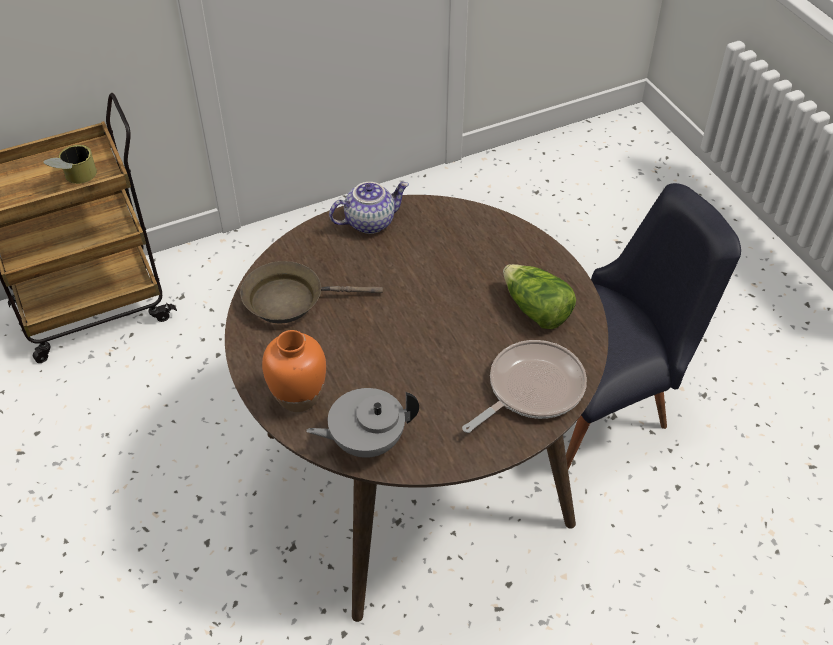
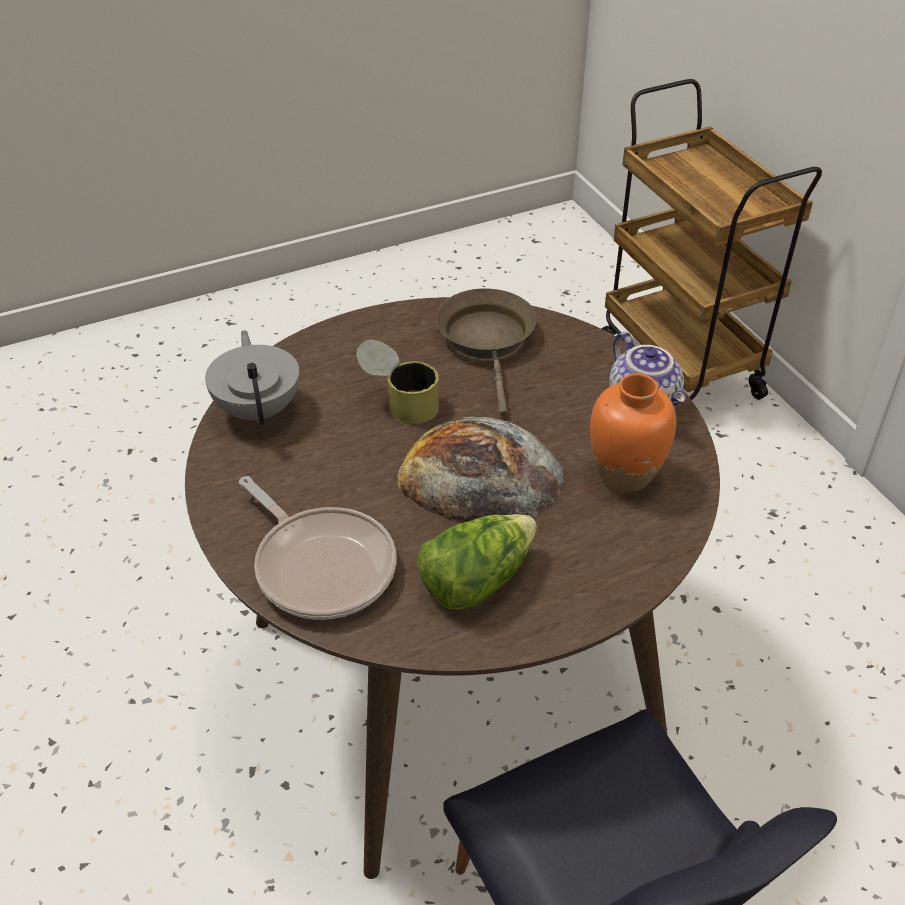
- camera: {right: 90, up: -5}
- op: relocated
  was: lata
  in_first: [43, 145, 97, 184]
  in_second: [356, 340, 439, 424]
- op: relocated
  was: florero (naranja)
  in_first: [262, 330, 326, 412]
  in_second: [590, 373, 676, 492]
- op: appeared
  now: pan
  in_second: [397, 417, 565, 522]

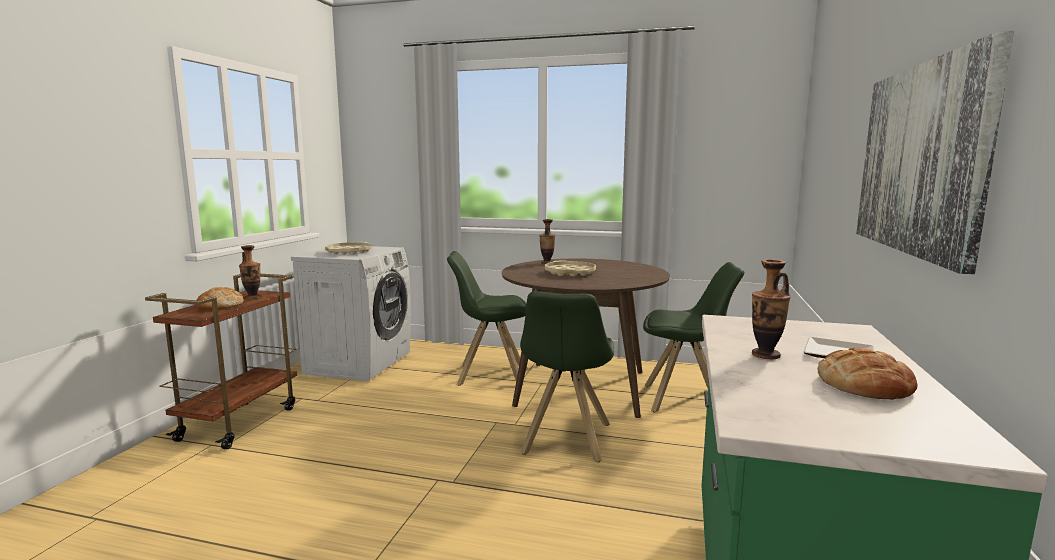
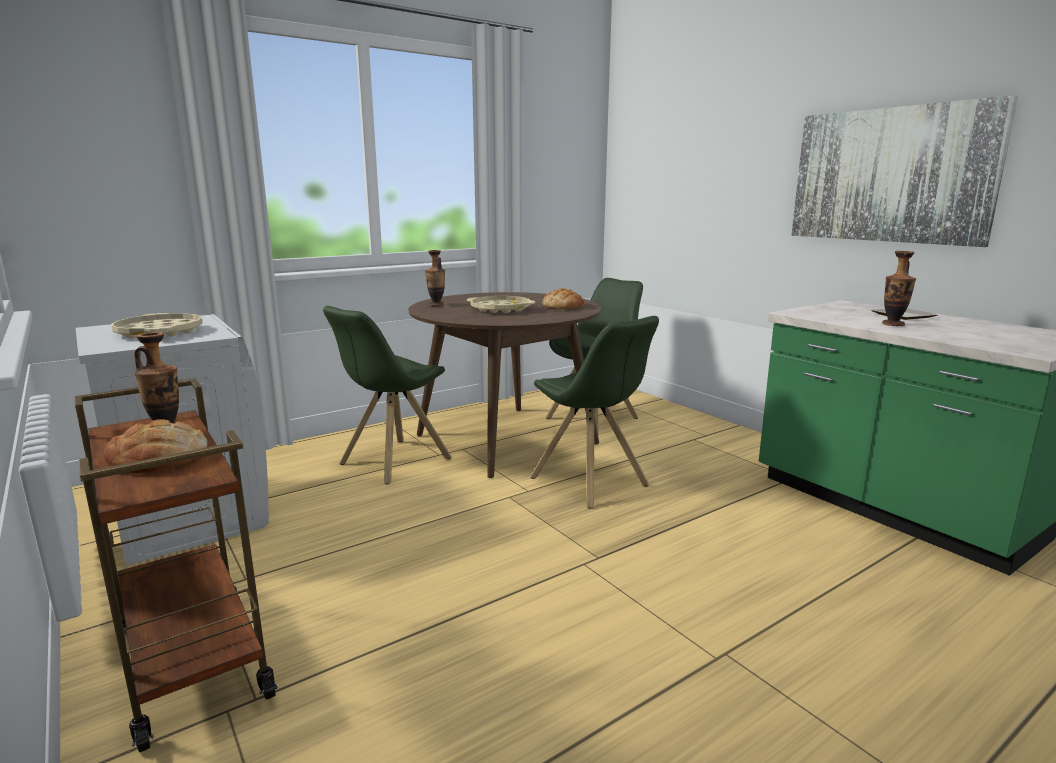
- camera: {right: -50, up: 5}
- op: relocated
  was: pan
  in_first: [818, 348, 917, 400]
  in_second: [542, 288, 585, 309]

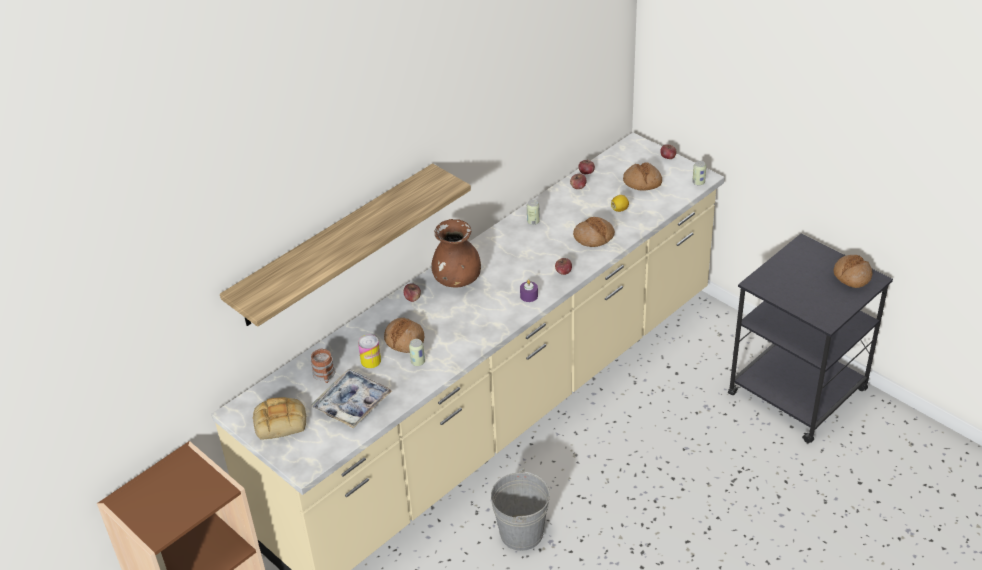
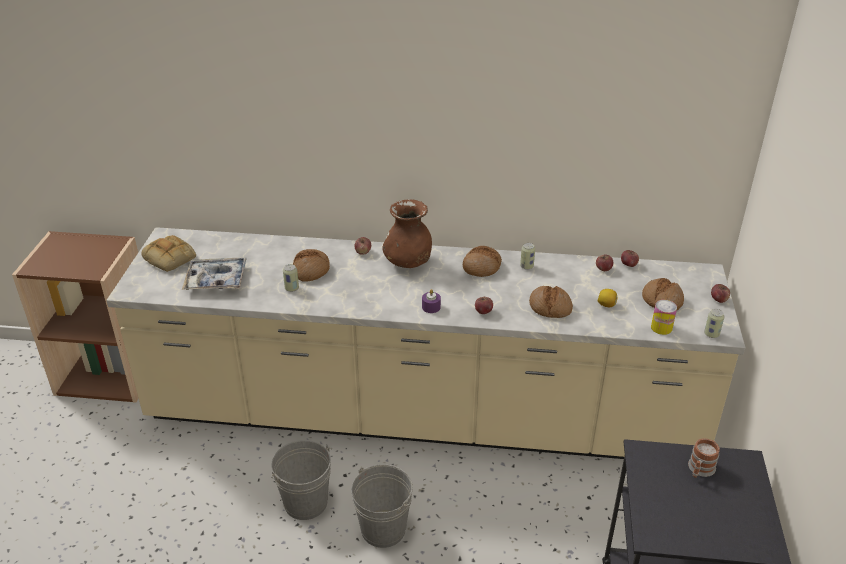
- camera: {right: 50, up: -5}
- op: missing
  was: estante
  in_first: [220, 163, 471, 327]
- op: relocated
  was: pan
  in_first: [833, 255, 873, 288]
  in_second: [463, 246, 502, 277]
- op: relocated
  was: lata
  in_first: [358, 335, 381, 368]
  in_second: [651, 300, 677, 335]
- op: relocated
  was: taza grande
  in_first: [311, 348, 336, 383]
  in_second: [688, 438, 720, 478]
- op: appeared
  now: cubo (gris)
  in_second: [351, 464, 413, 548]

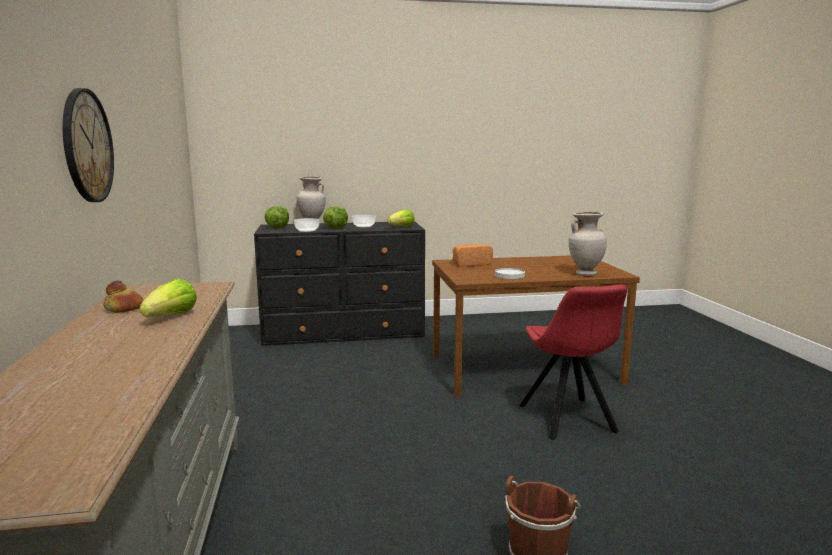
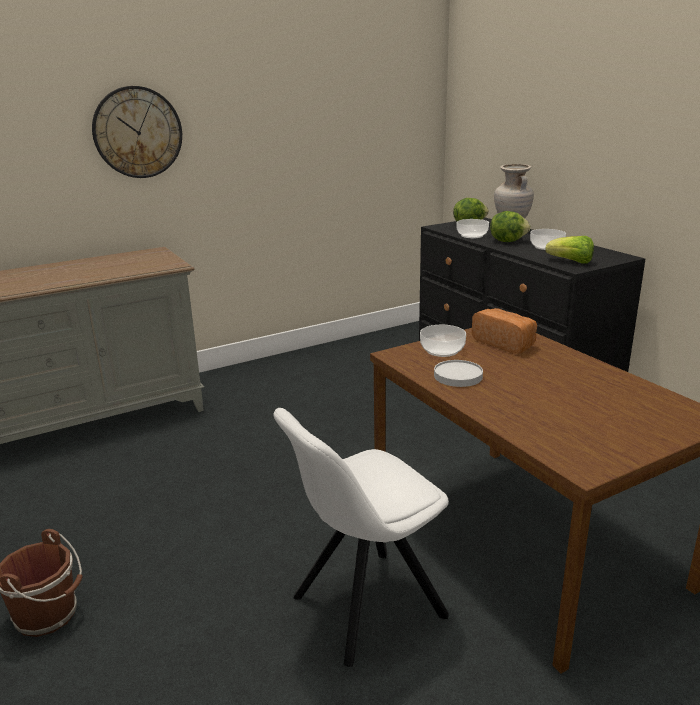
- camera: {right: 70, up: 10}
- op: missing
  was: florero (beis)
  in_first: [568, 212, 607, 276]
- op: missing
  was: lechuga
  in_first: [139, 278, 197, 317]
- op: missing
  was: pan
  in_first: [104, 280, 143, 312]
- op: colour
  was: silla (rojo)
  now: silla (blanco)
  in_first: [519, 285, 627, 440]
  in_second: [274, 408, 449, 667]
- op: appeared
  now: cuenco
  in_second: [420, 325, 466, 357]

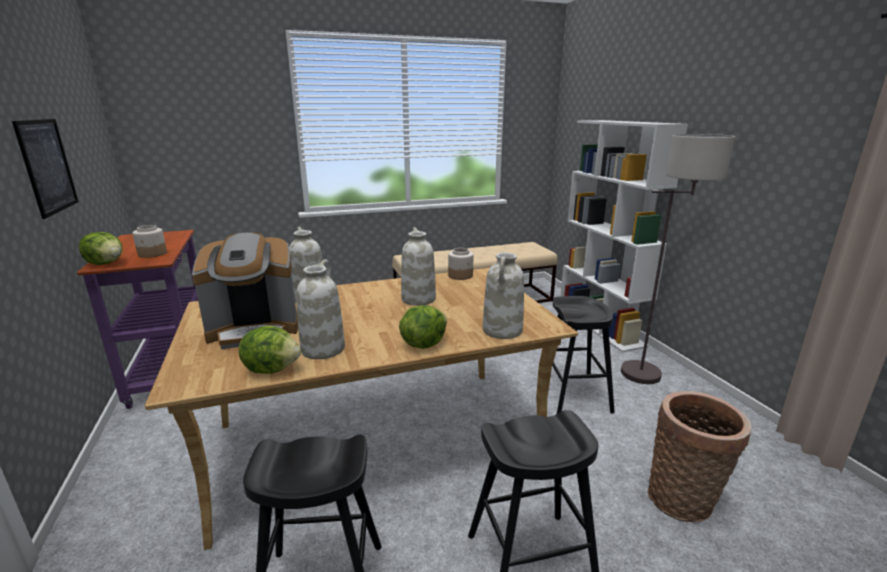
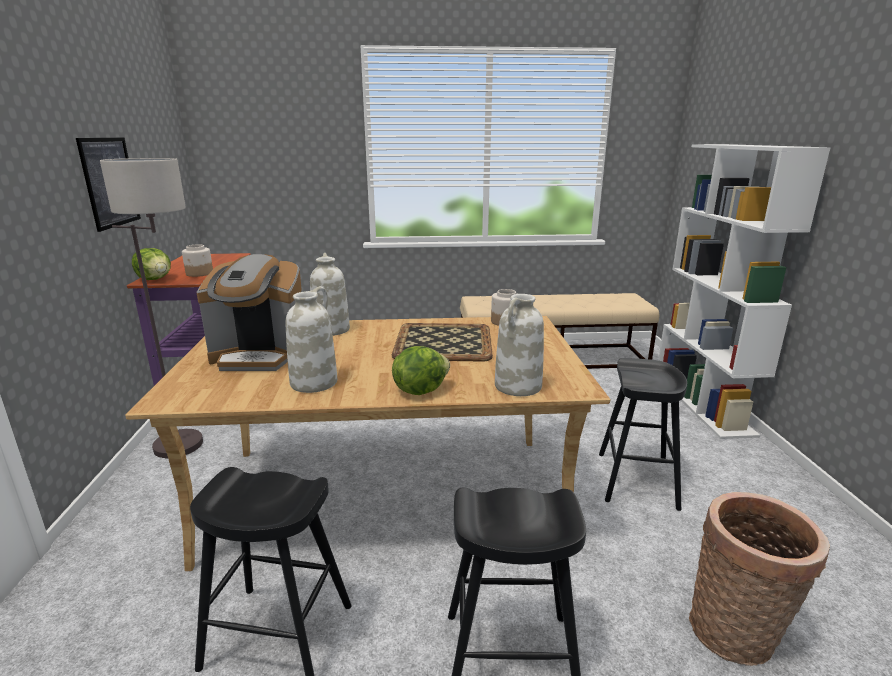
- camera: {right: 15, up: 0}
- op: relocated
  was: lámpara de pie (gris)
  in_first: [621, 134, 735, 384]
  in_second: [100, 158, 203, 458]
- op: exchanged
  was: florero (blanco)
  now: bandeja
  in_first: [401, 227, 436, 306]
  in_second: [392, 323, 493, 362]
- op: missing
  was: lechuga
  in_first: [239, 326, 301, 374]

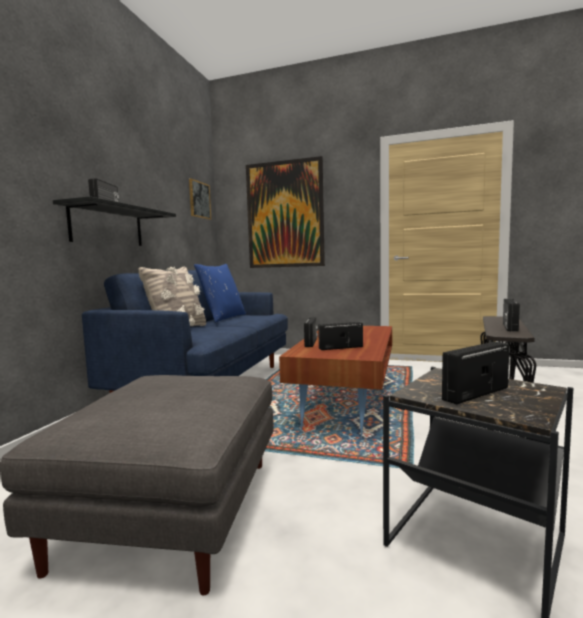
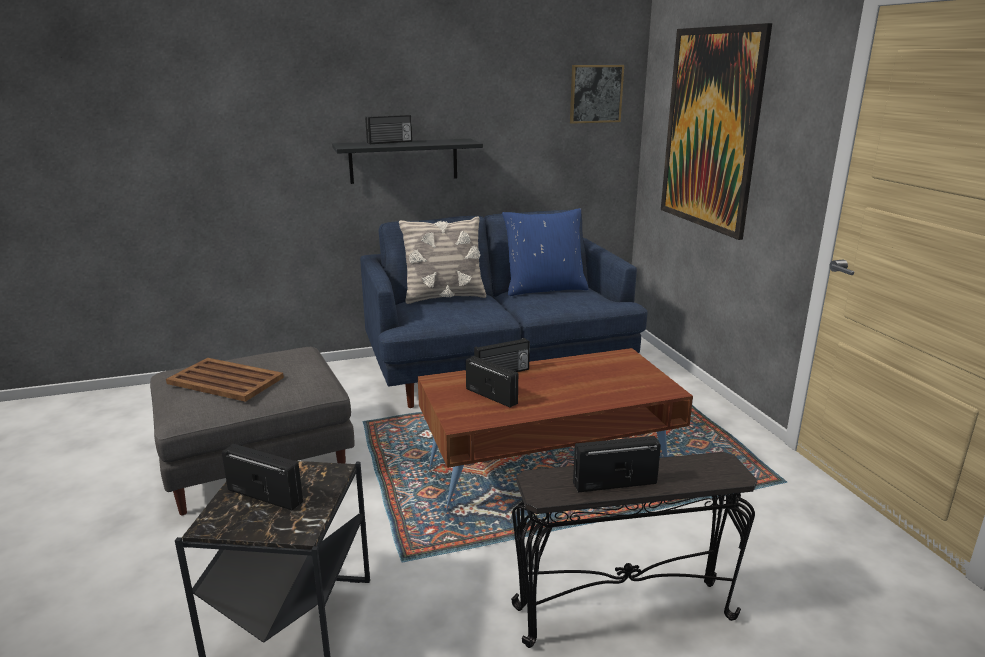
- camera: {right: 55, up: 15}
- op: appeared
  now: bandeja (marrón)
  in_second: [166, 358, 284, 402]

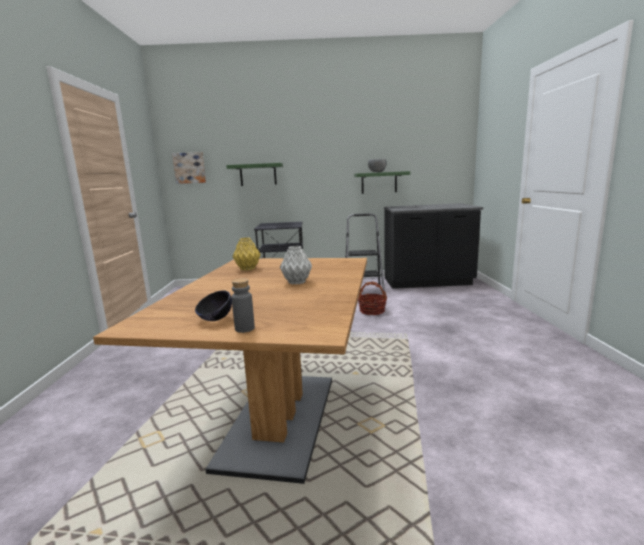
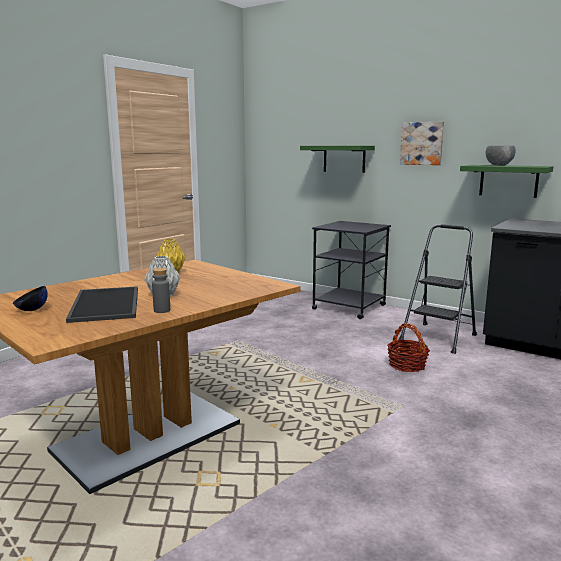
- camera: {right: 35, up: 0}
- op: relocated
  was: cuadro
  in_first: [172, 152, 206, 184]
  in_second: [400, 122, 444, 165]
- op: relocated
  was: botella (gris)
  in_first: [232, 278, 255, 333]
  in_second: [152, 268, 170, 313]
- op: appeared
  now: bandeja
  in_second: [66, 286, 138, 323]

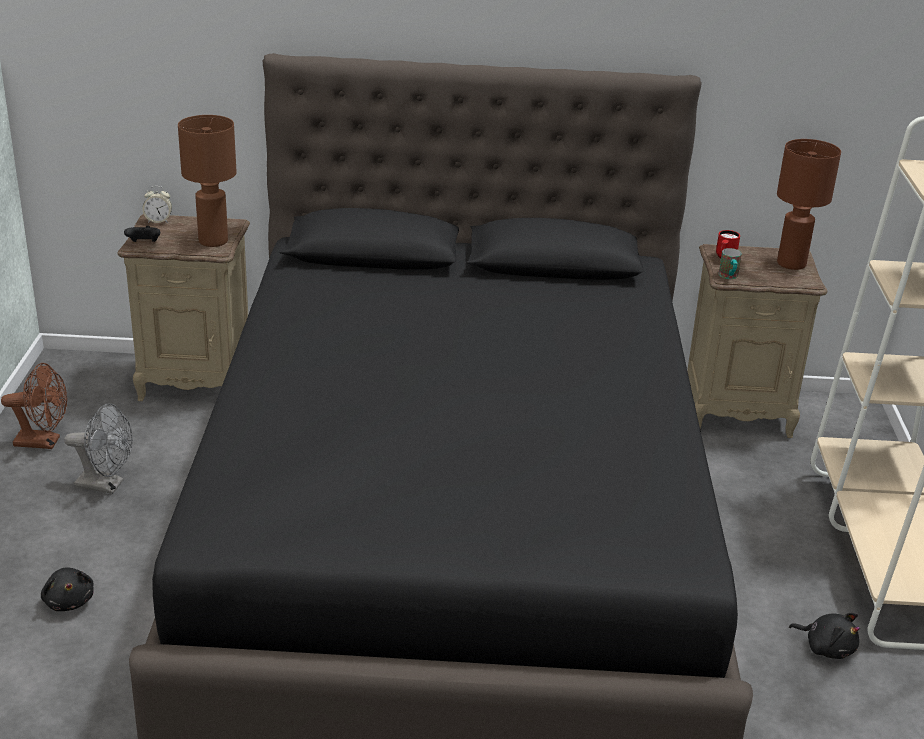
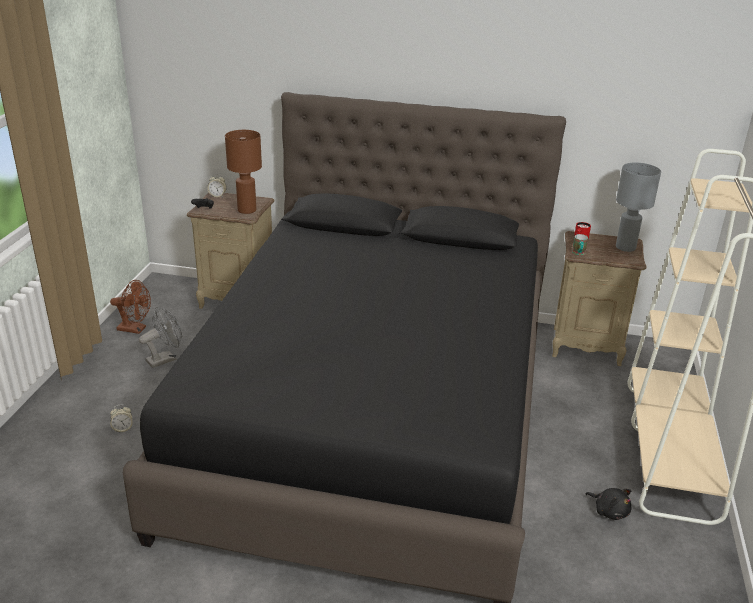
- camera: {right: 10, up: 0}
- op: colour
  was: lámpara de mesa (marrón)
  now: lámpara de mesa (gris)
  in_first: [777, 139, 841, 270]
  in_second: [616, 163, 661, 252]
- op: spun
  was: ventilador (gris)
  in_first: [64, 403, 133, 494]
  in_second: [139, 307, 182, 368]
  clockwise: -60
- op: exchanged
  was: peluche (negro)
  now: despertador
  in_first: [41, 568, 94, 611]
  in_second: [110, 405, 133, 432]

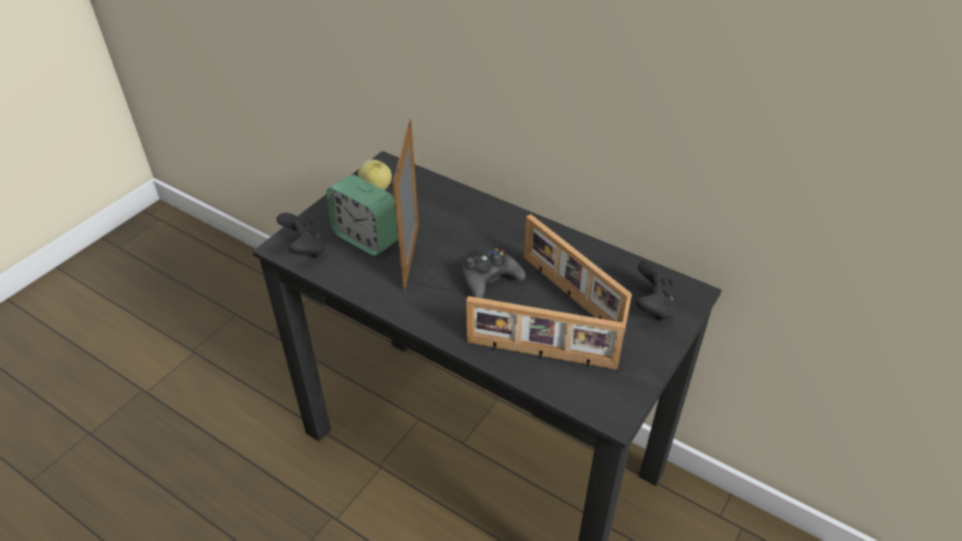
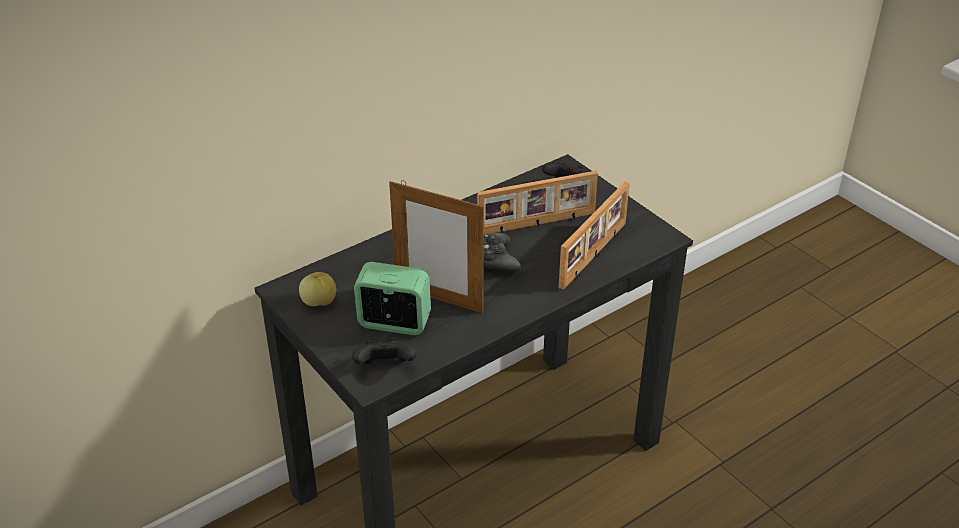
- camera: {right: -70, up: -5}
- op: spun
  was: despertador
  in_first: [327, 175, 398, 256]
  in_second: [354, 262, 431, 335]
  clockwise: -135

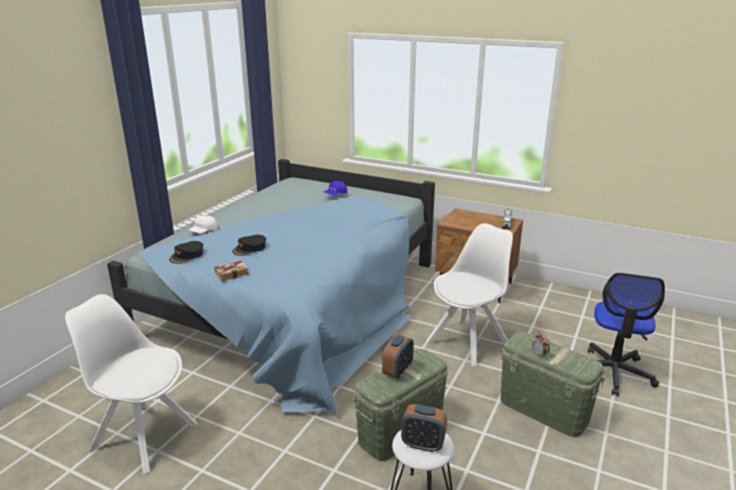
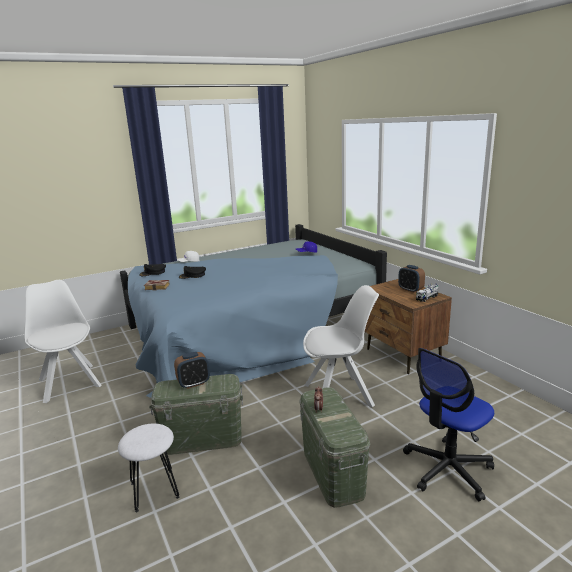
- camera: {right: 35, up: -5}
- op: relocated
  was: despertador
  in_first: [401, 404, 447, 452]
  in_second: [398, 265, 425, 293]

